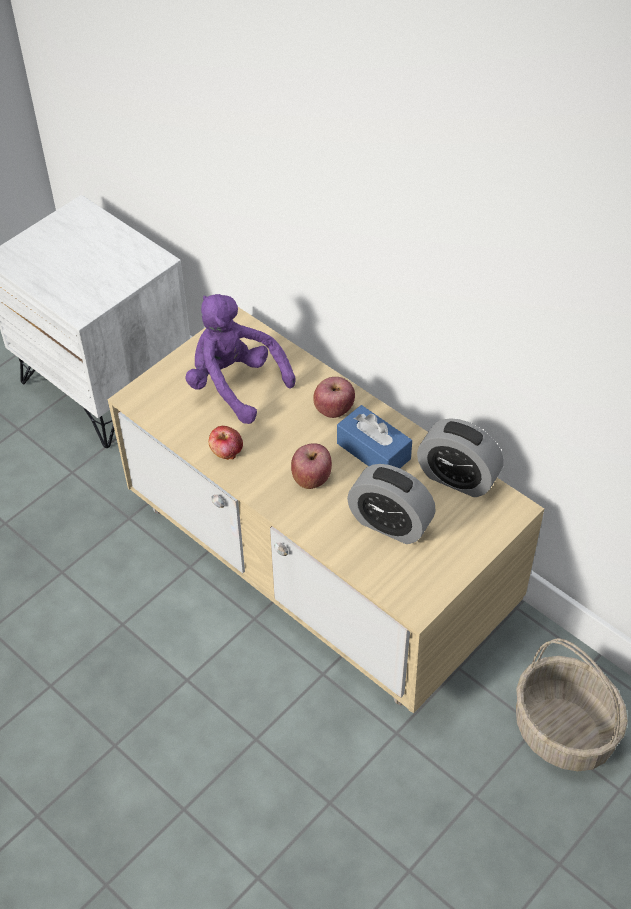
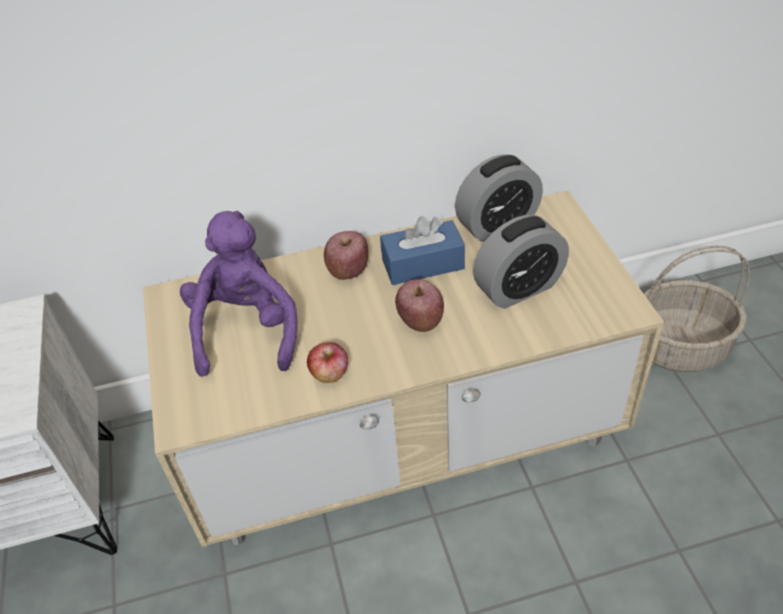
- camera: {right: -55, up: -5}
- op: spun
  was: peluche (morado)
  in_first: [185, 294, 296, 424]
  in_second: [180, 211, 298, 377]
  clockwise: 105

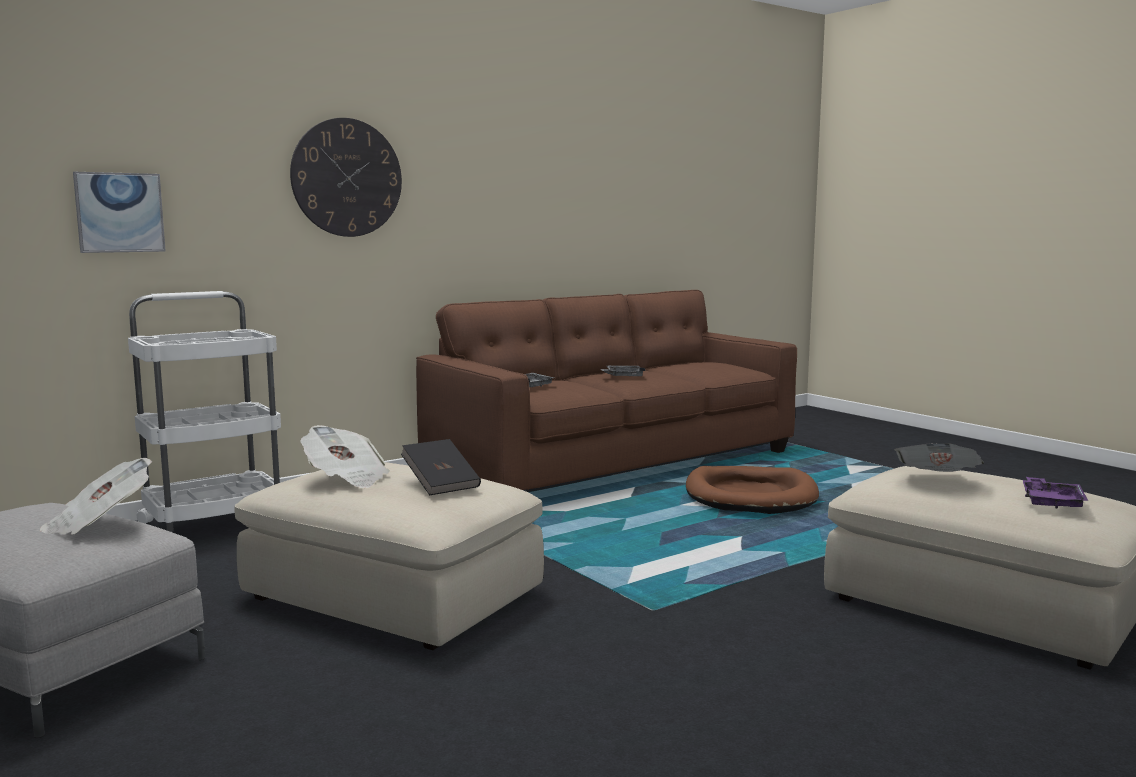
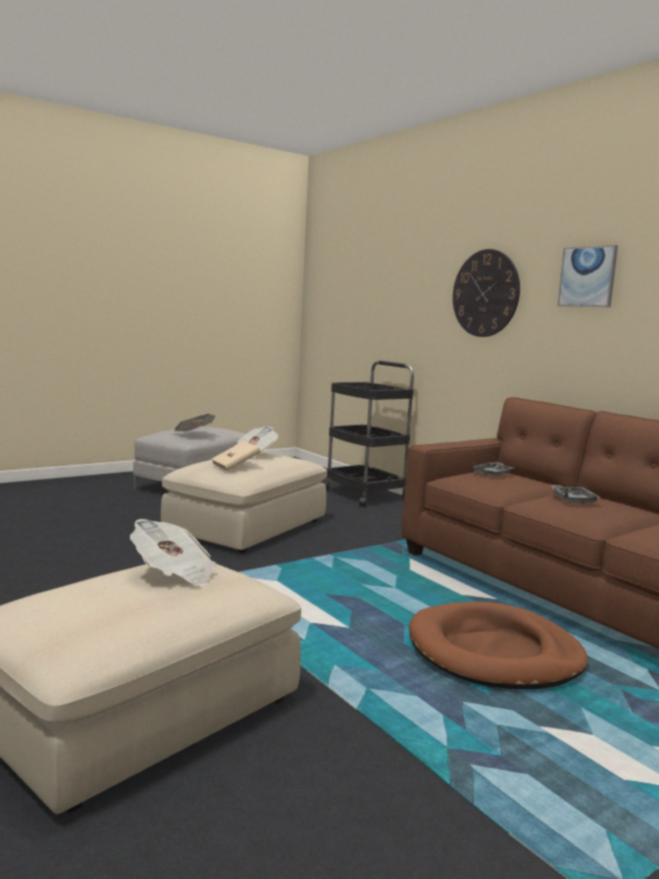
- camera: {right: 90, up: 0}
- op: relocated
  was: cuadro
  in_first: [73, 172, 166, 253]
  in_second: [557, 245, 618, 307]
- op: colour
  was: carrito (blanco)
  now: carrito (negro)
  in_first: [128, 291, 281, 532]
  in_second: [323, 361, 414, 507]
- op: colour
  was: libro (negro)
  now: libro (beis)
  in_first: [401, 439, 481, 495]
  in_second: [211, 441, 260, 471]
- op: missing
  was: bandeja (morado)
  in_first: [1023, 477, 1088, 509]

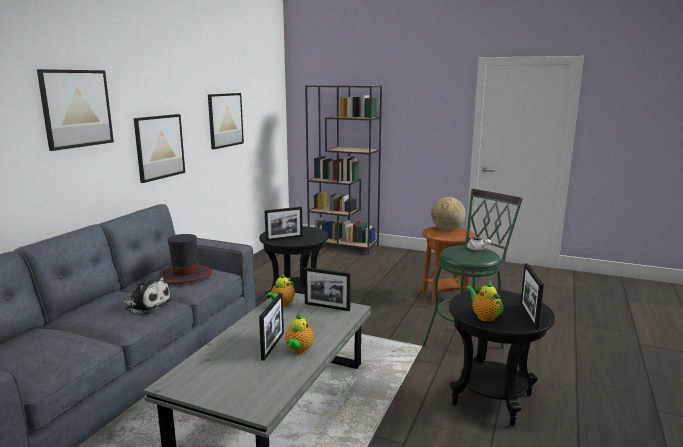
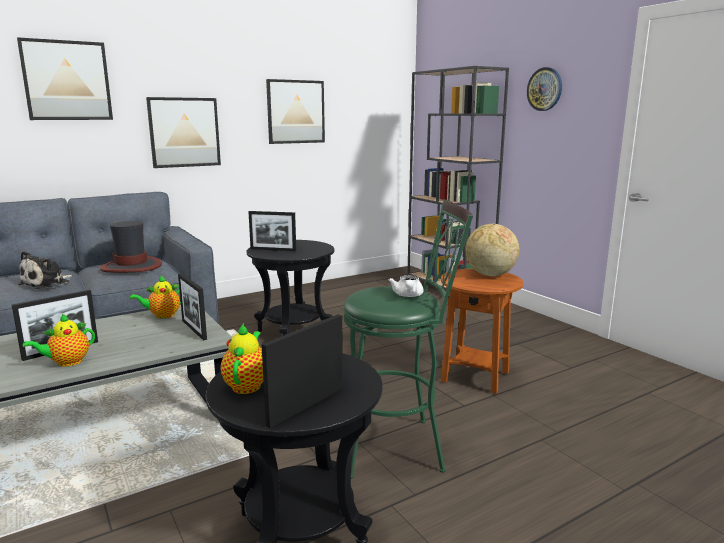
- camera: {right: 35, up: 0}
- op: spun
  was: peluche
  in_first: [124, 275, 172, 314]
  in_second: [18, 251, 73, 289]
  clockwise: 60
- op: appeared
  now: reloj de pared
  in_second: [527, 67, 562, 111]

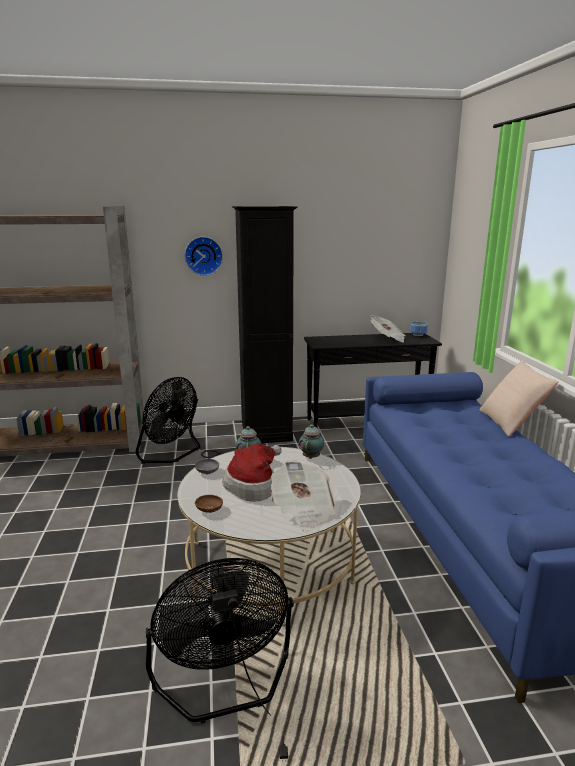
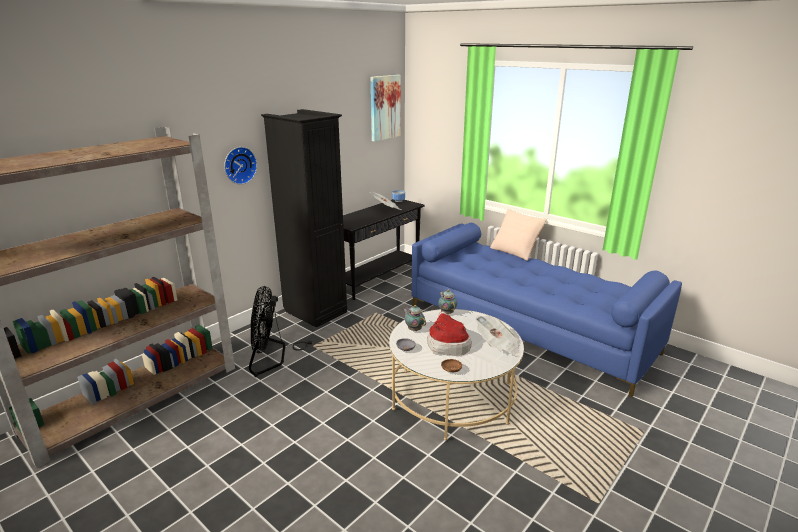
- camera: {right: -40, up: 5}
- op: missing
  was: ventilador (negro)
  in_first: [146, 558, 294, 762]
- op: appeared
  now: cuadro
  in_second: [371, 75, 401, 142]

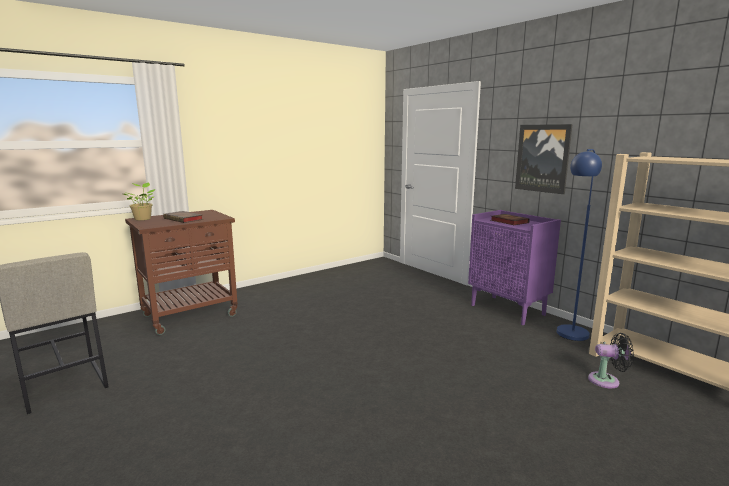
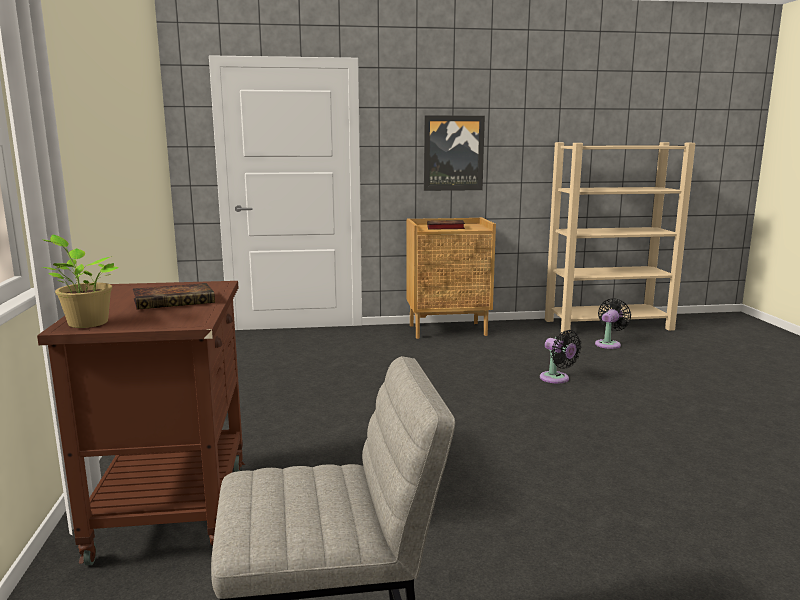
- camera: {right: -60, up: 0}
- op: missing
  was: lámpara de pie (azul)
  in_first: [557, 149, 602, 341]
- op: colour
  was: armario (morado)
  now: armario (marrón)
  in_first: [468, 210, 561, 325]
  in_second: [406, 217, 496, 339]
- op: appeared
  now: ventilador (negro)
  in_second: [540, 330, 582, 384]

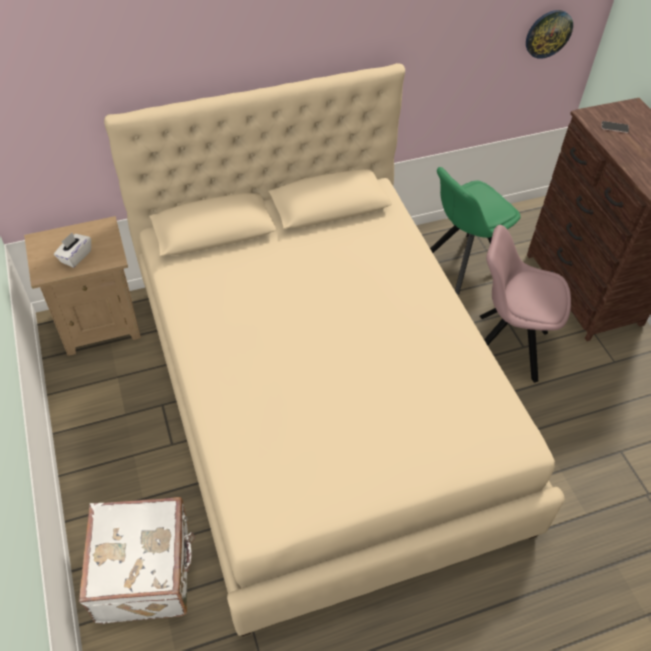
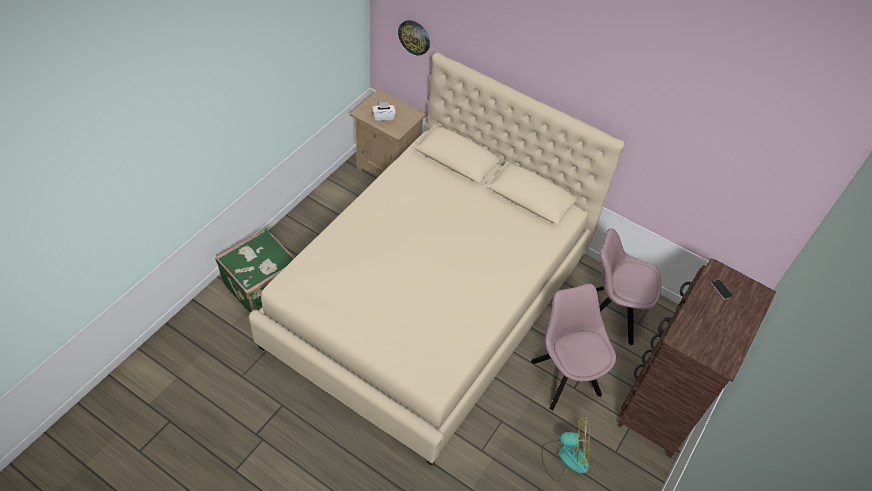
- camera: {right: 50, up: 0}
- op: relocated
  was: reloj de pared
  in_first: [526, 10, 573, 59]
  in_second: [398, 20, 430, 56]
- op: colour
  was: silla (verde)
  now: silla (rosa)
  in_first: [430, 167, 521, 295]
  in_second: [596, 228, 661, 346]
- op: colour
  was: maleta (blanco)
  now: maleta (verde)
  in_first: [79, 497, 195, 624]
  in_second: [215, 228, 295, 313]
- op: appeared
  now: ventilador
  in_second: [541, 416, 590, 482]

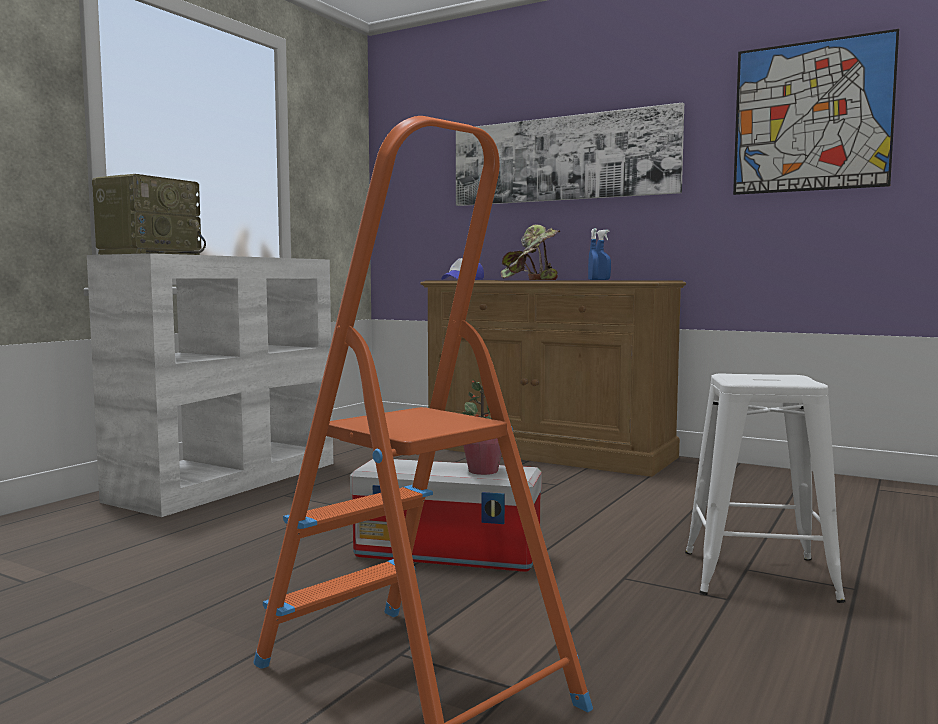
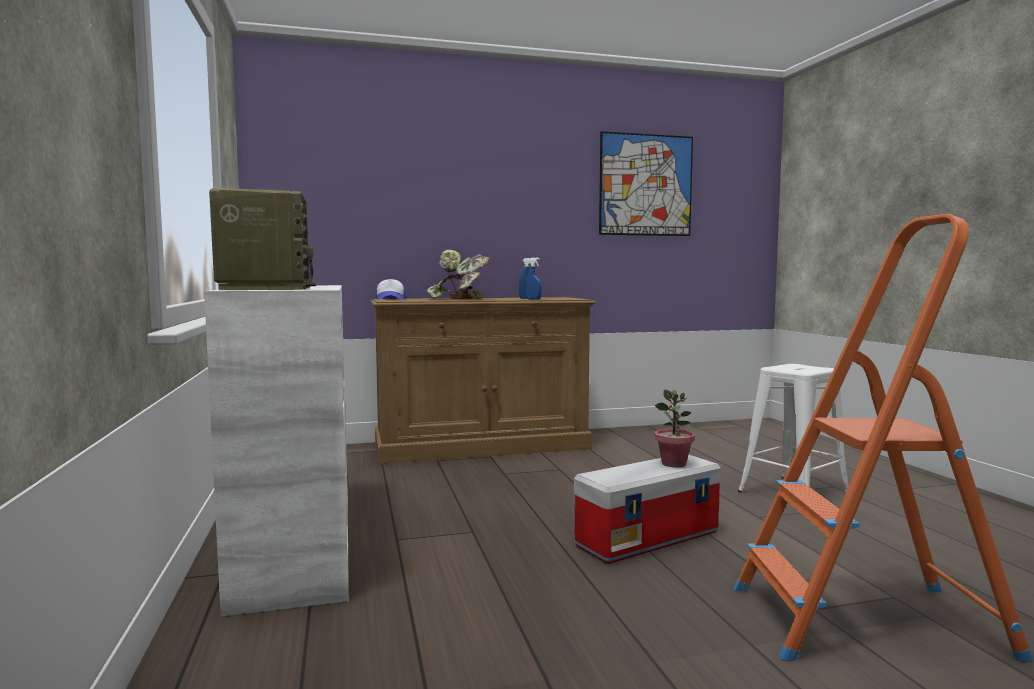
- camera: {right: -45, up: 0}
- op: missing
  was: cuadro
  in_first: [456, 102, 684, 206]

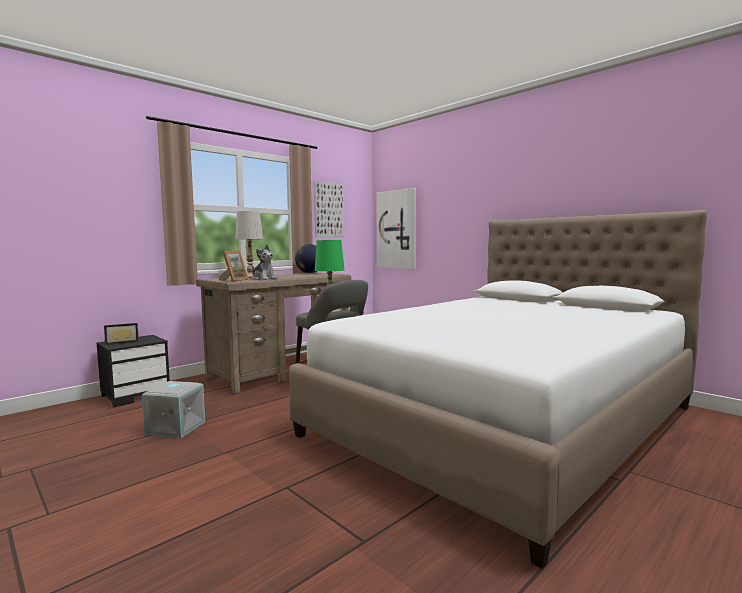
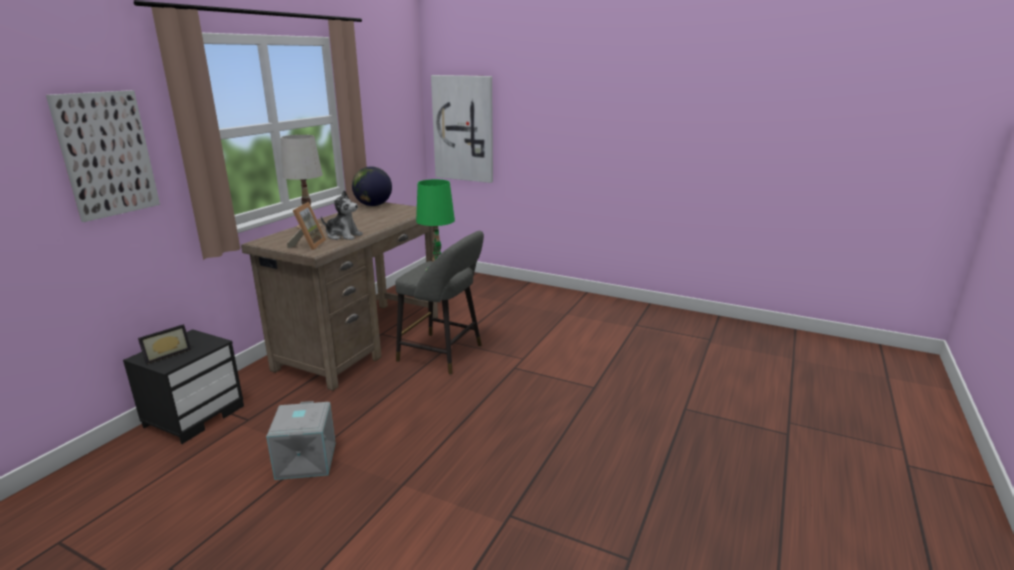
- camera: {right: -20, up: 15}
- op: relocated
  was: cuadro
  in_first: [314, 181, 344, 237]
  in_second: [46, 90, 160, 222]
- op: missing
  was: cama (blanco)
  in_first: [289, 210, 707, 569]

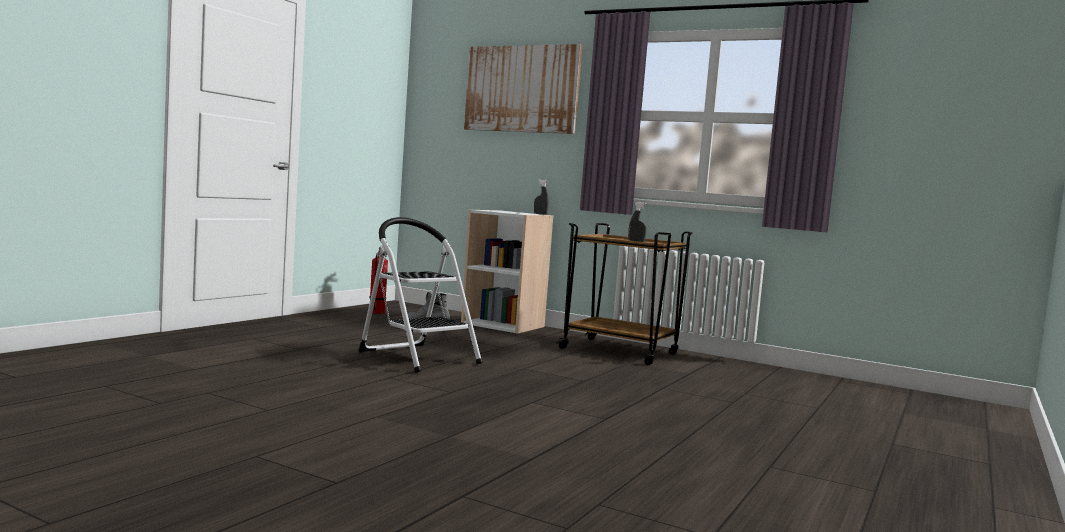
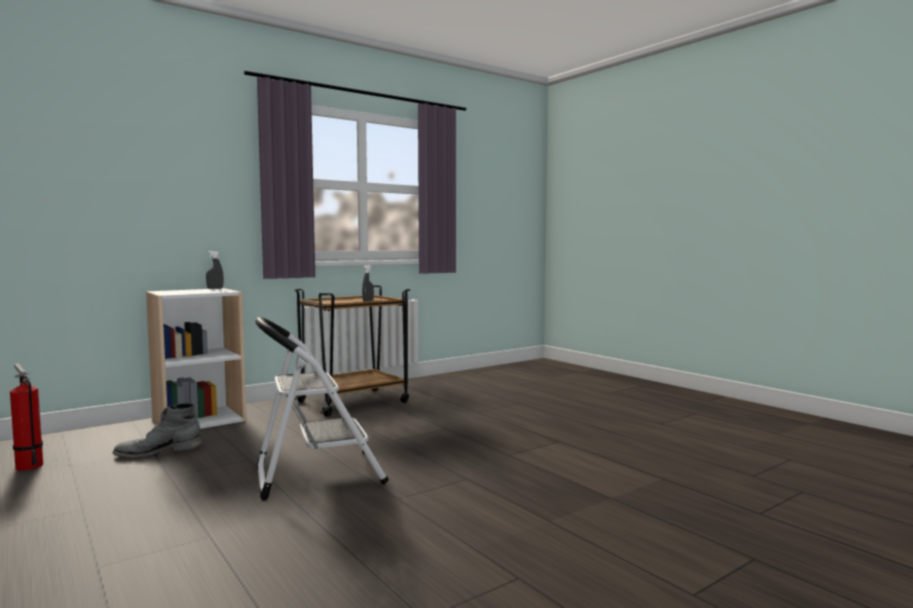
- camera: {right: -65, up: 0}
- op: missing
  was: cuadro
  in_first: [464, 44, 582, 134]

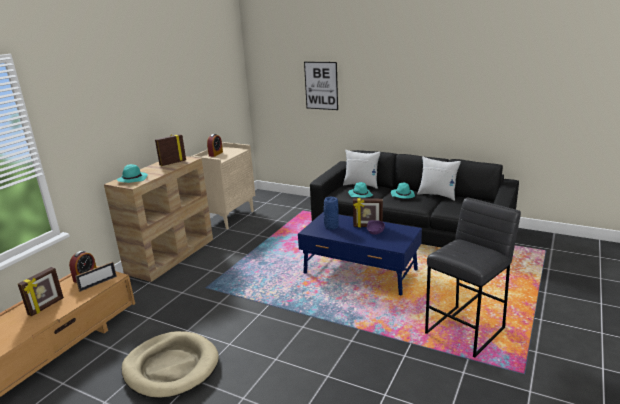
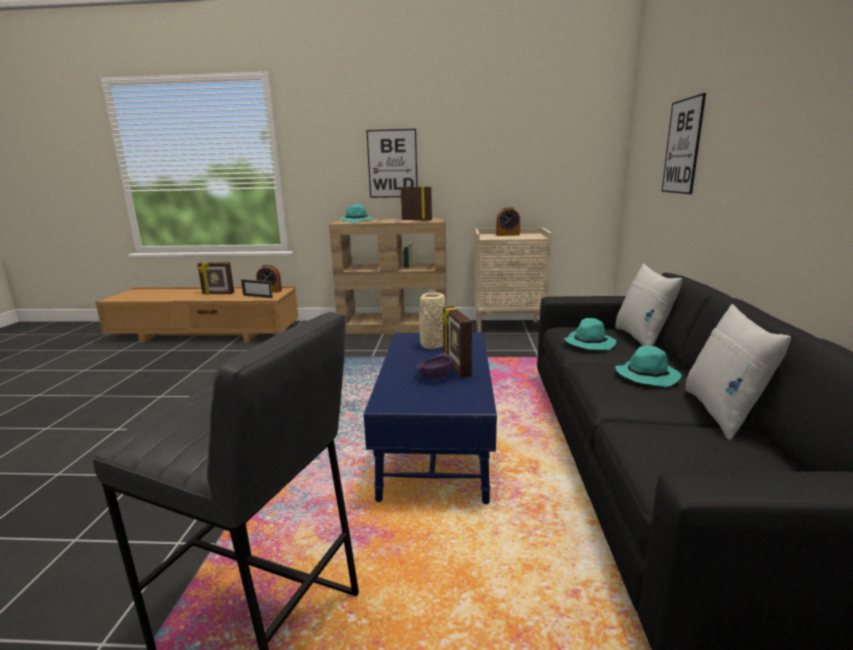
- camera: {right: 65, up: -5}
- op: colour
  was: florero (azul)
  now: florero (beis)
  in_first: [324, 197, 339, 230]
  in_second: [419, 292, 445, 349]
- op: missing
  was: cama para perro (beis)
  in_first: [122, 331, 219, 399]
- op: appeared
  now: cuadro
  in_second: [366, 129, 418, 198]

